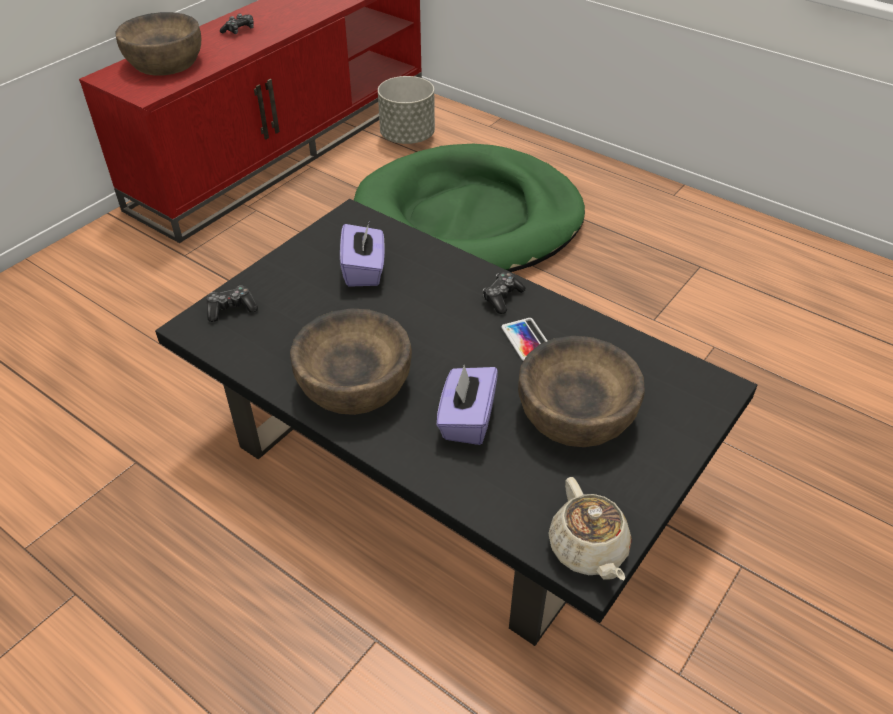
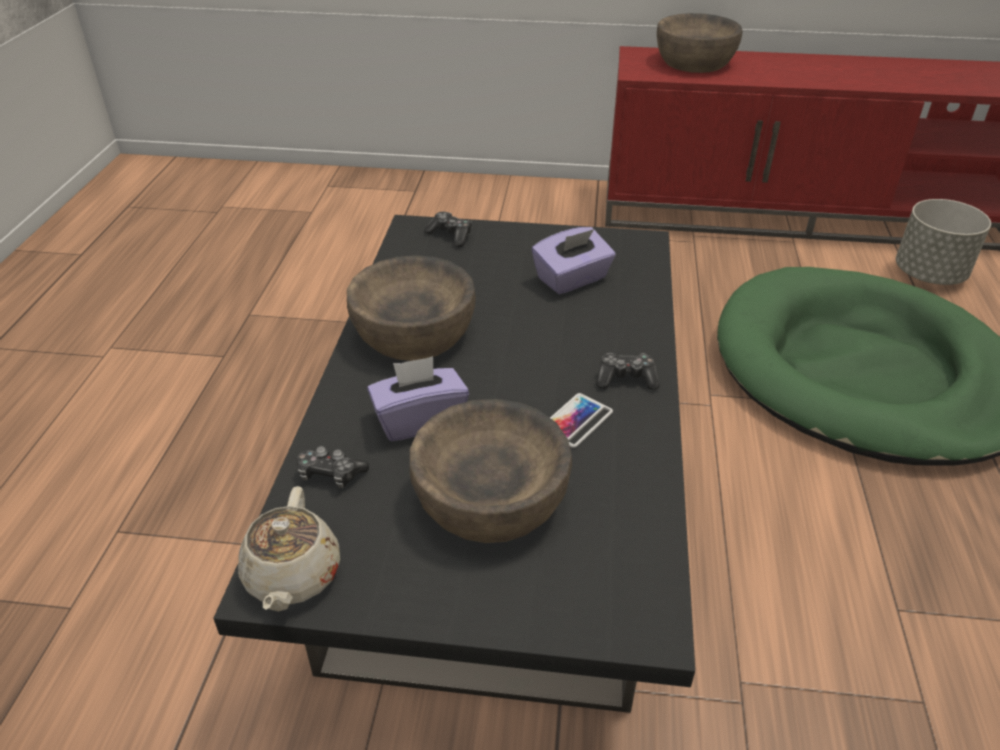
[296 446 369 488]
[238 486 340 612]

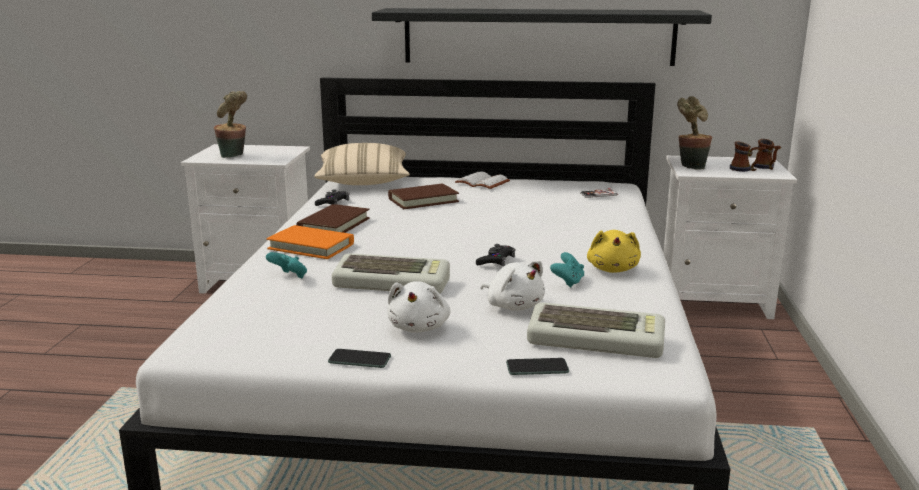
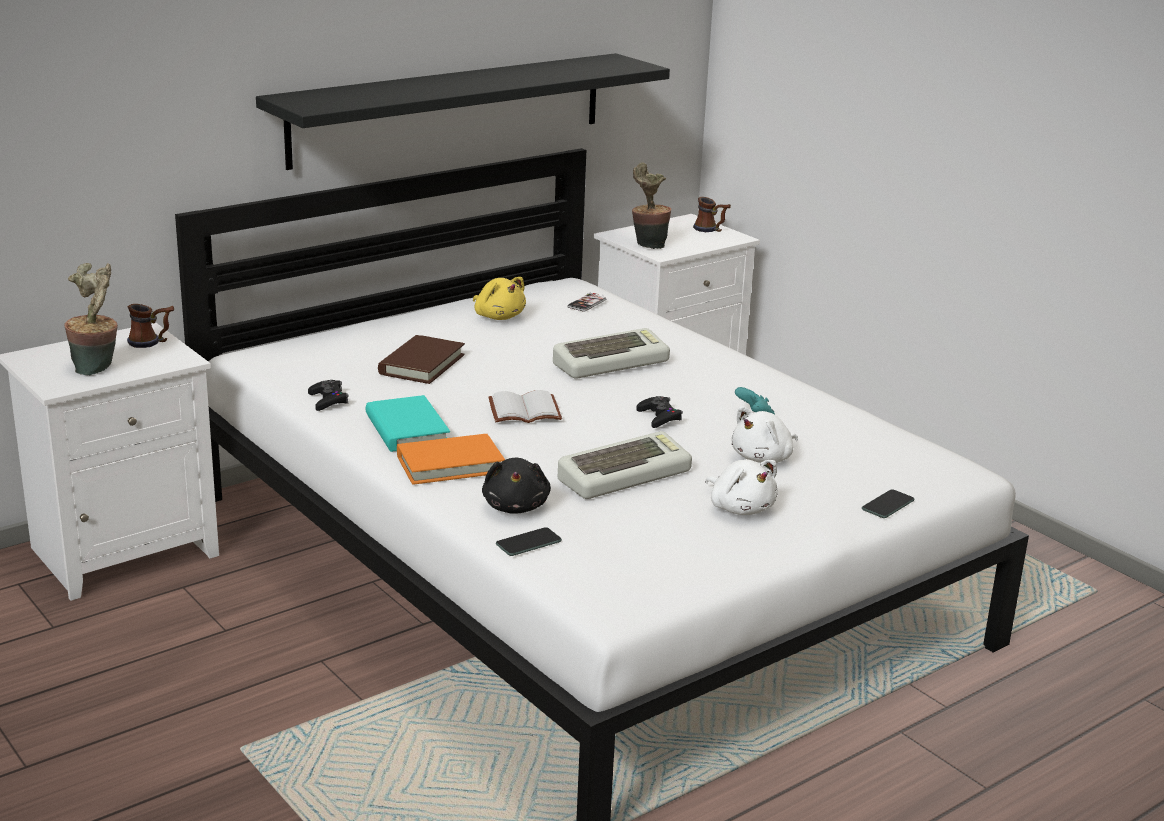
[314 143 410 185] (first image)
[496 527 562 556]
[488 390 562 423]
[553 328 670 379]
[473 277 526 320]
[127 304 174 348]
[482 457 551 514]
[366 395 450 452]
[731 406 798 463]

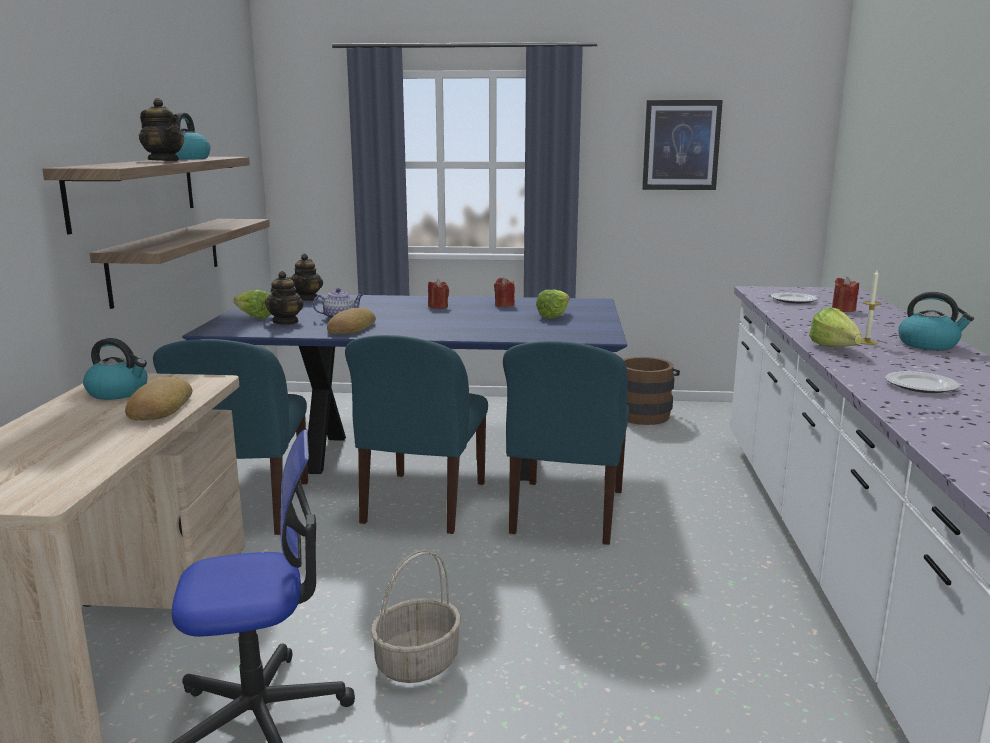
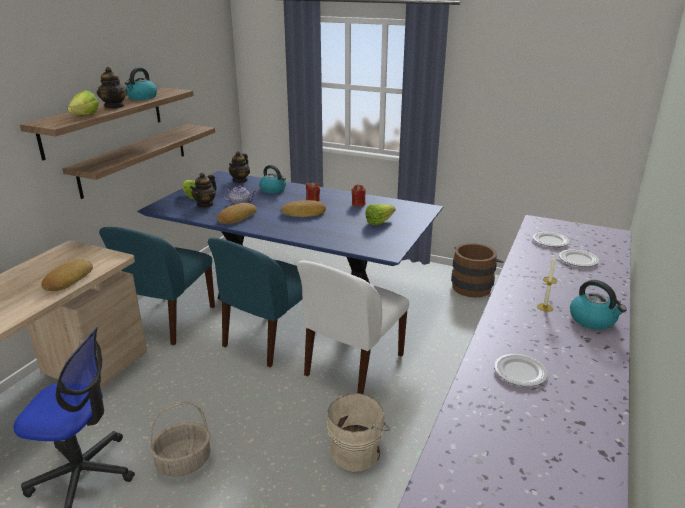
[642 100 723 190] (first image)
[281 200 326 217]
[327 393 390 472]
[259 165 286 193]
[68 90 99 115]
[559 249 599 267]
[297 260 409 394]

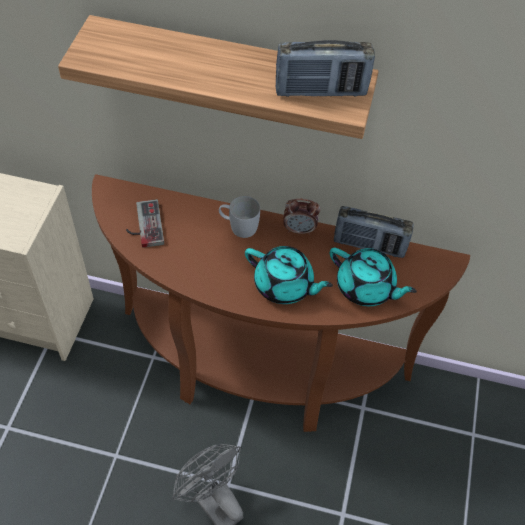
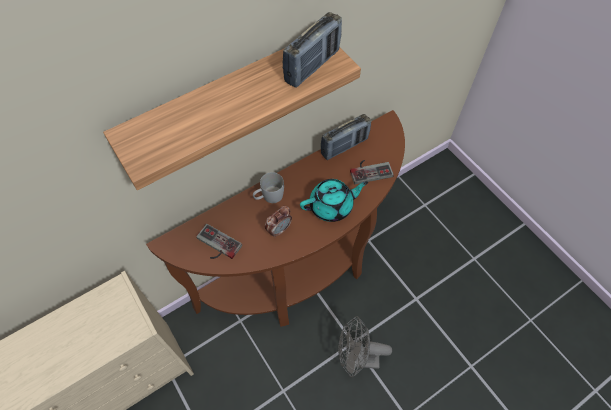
[265 206 292 238]
[350 160 394 184]

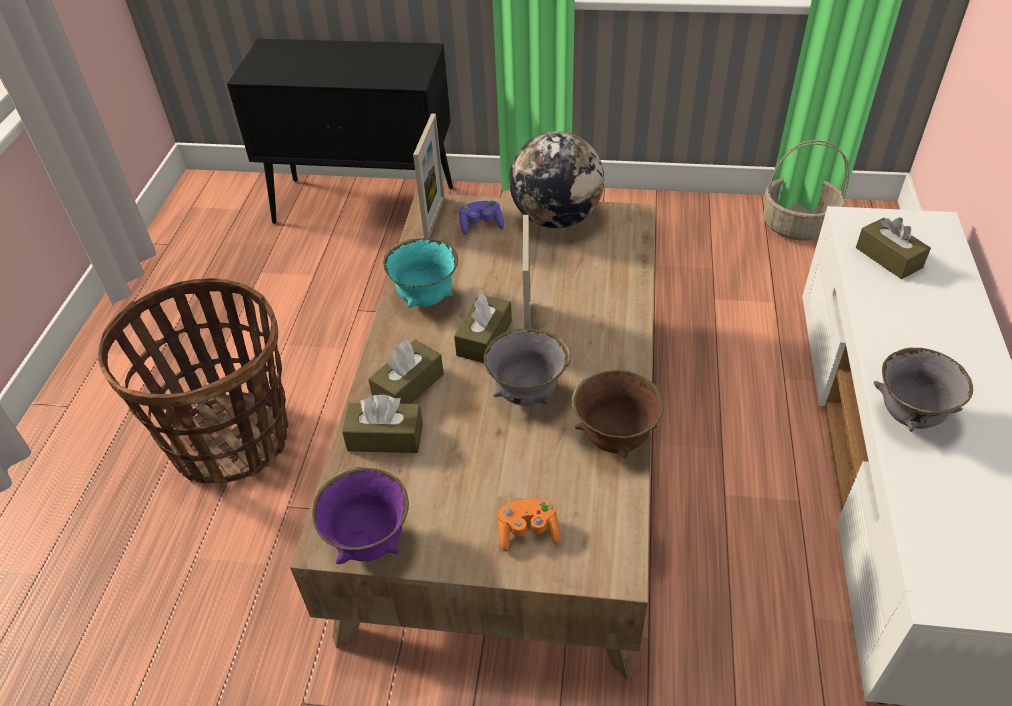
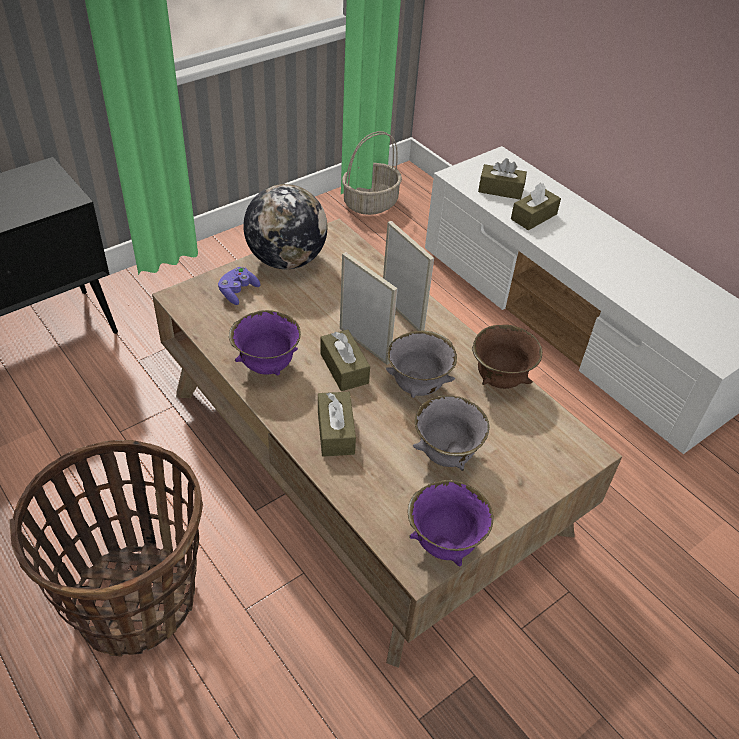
[497 499 560 551] (first image)
[511 183 561 230]
[383 221 434 331]
[413 395 490 471]
[229 310 301 375]

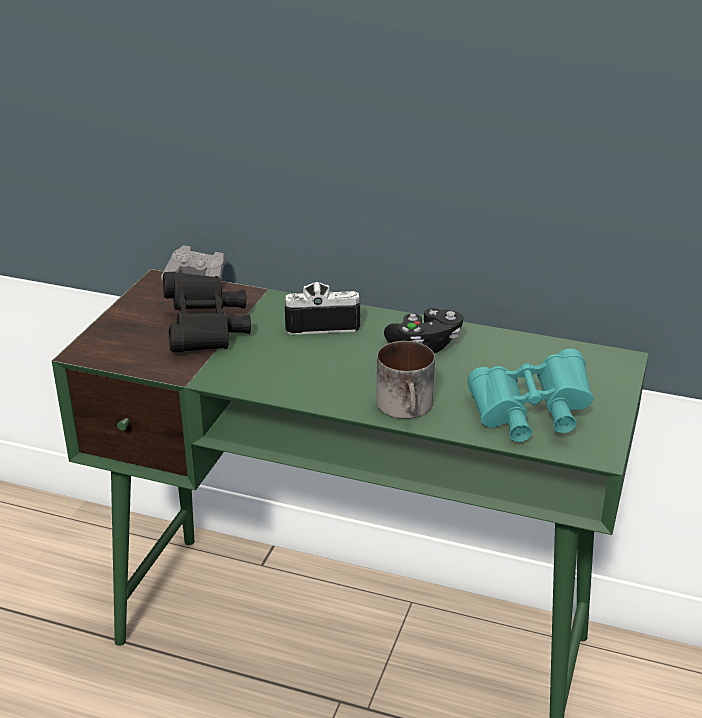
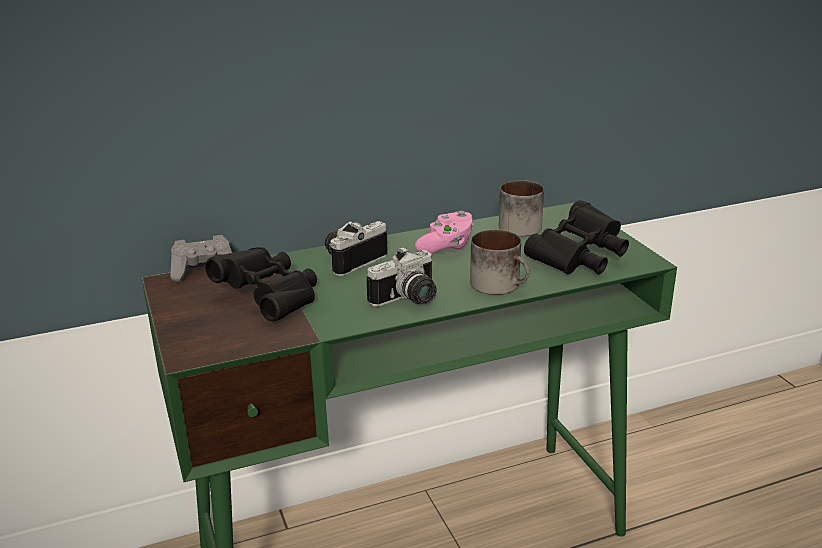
[366 246 437 307]
[499 180 544 236]
[415 211 474 253]
[524 200 629 275]

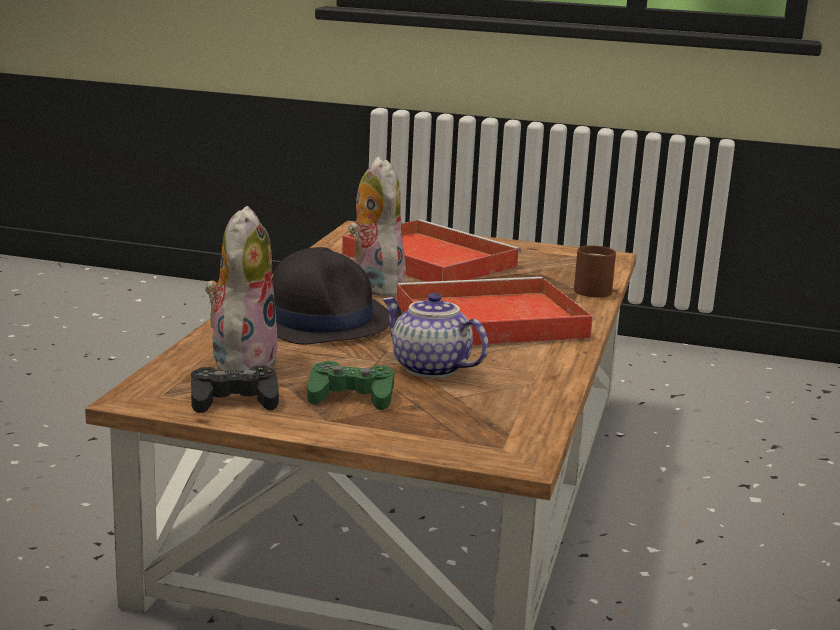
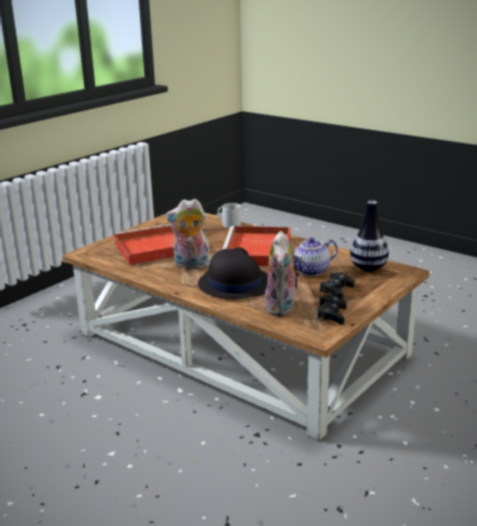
[350 201 389 272]
[319 272 355 300]
[217 203 241 228]
[264 231 301 316]

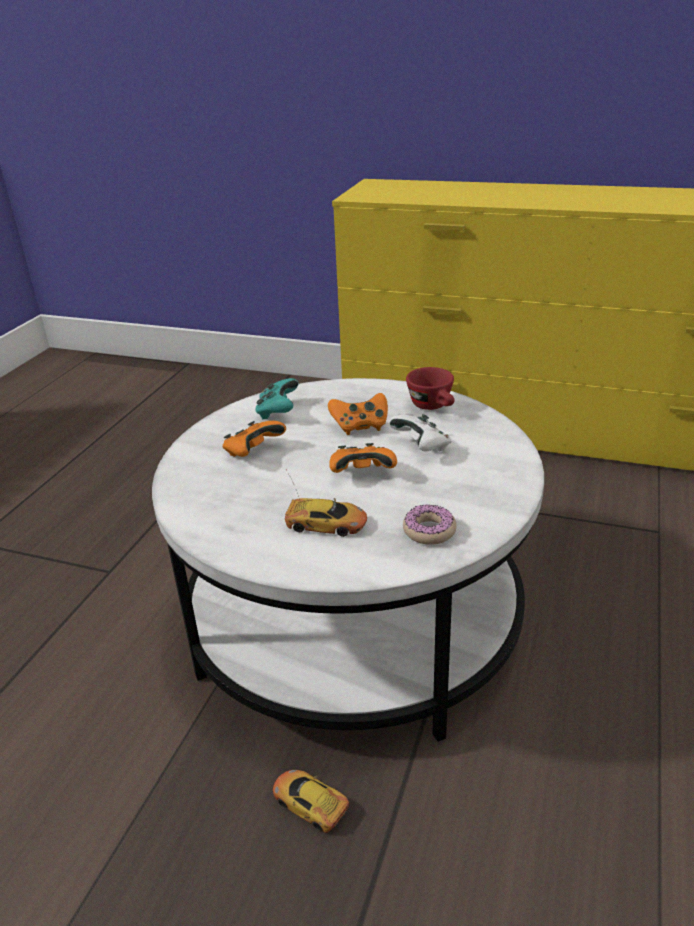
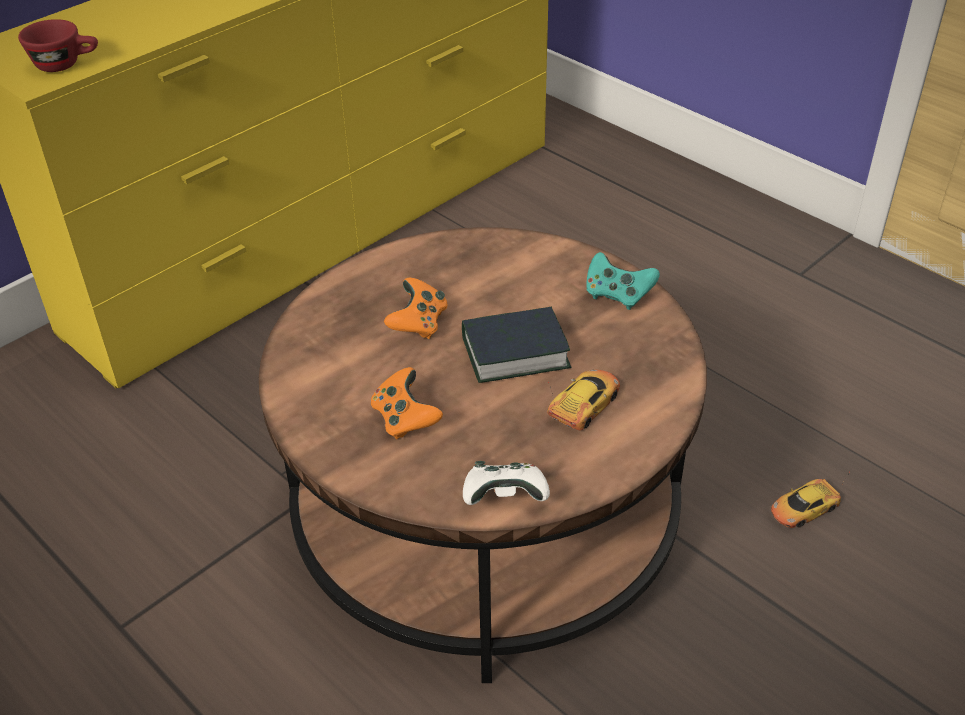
[403 504 456 545] (first image)
[587 252 660 310]
[771 472 850 528]
[463 461 550 505]
[18 19 98 72]
[462 307 571 383]
[259 227 707 683]

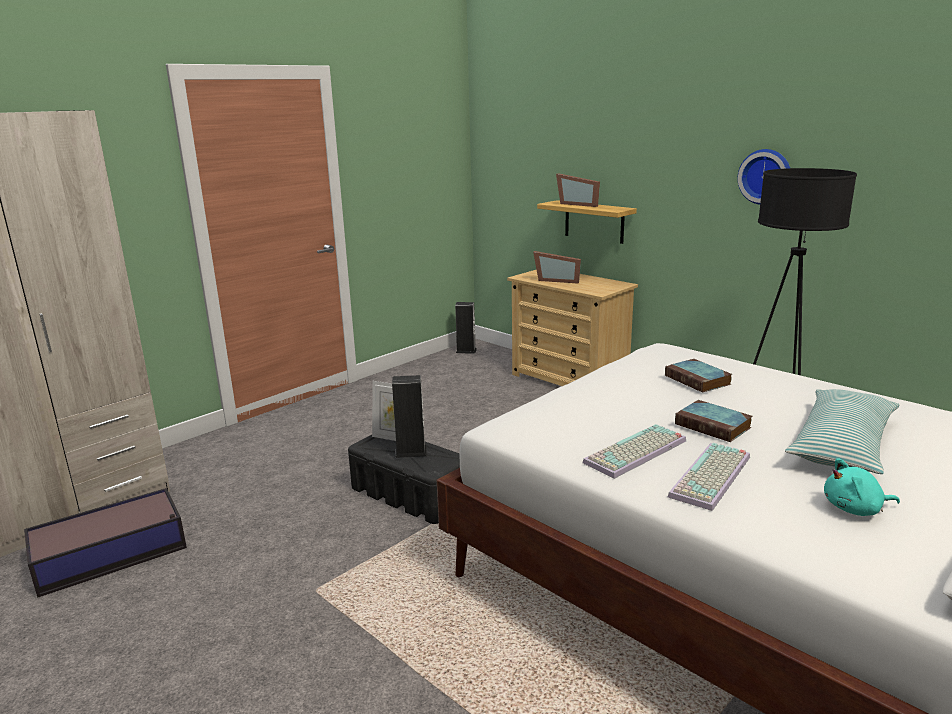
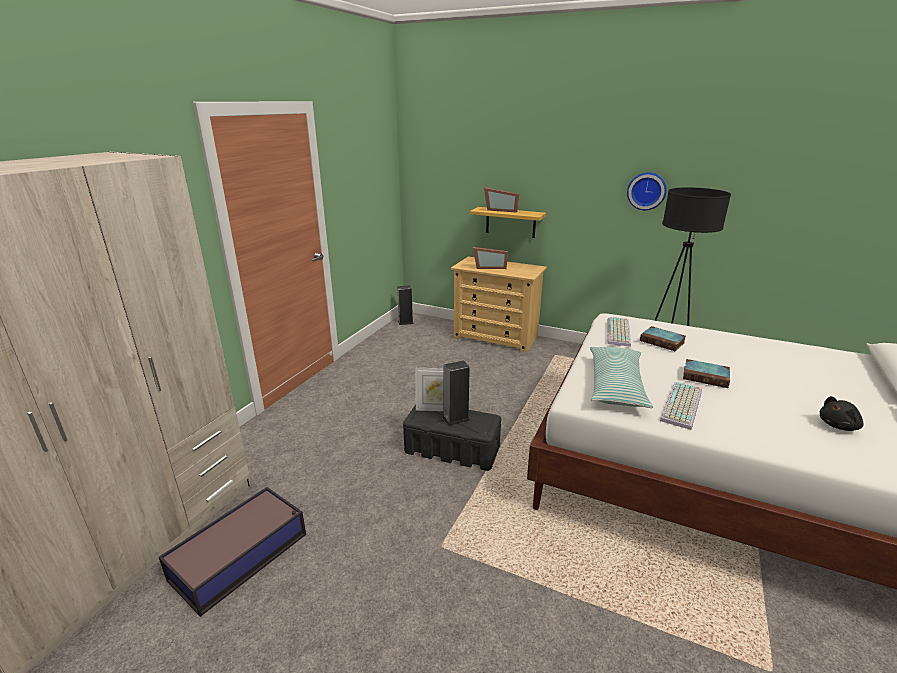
[607 317 631 347]
[590 347 653 408]
[820 396 864 431]

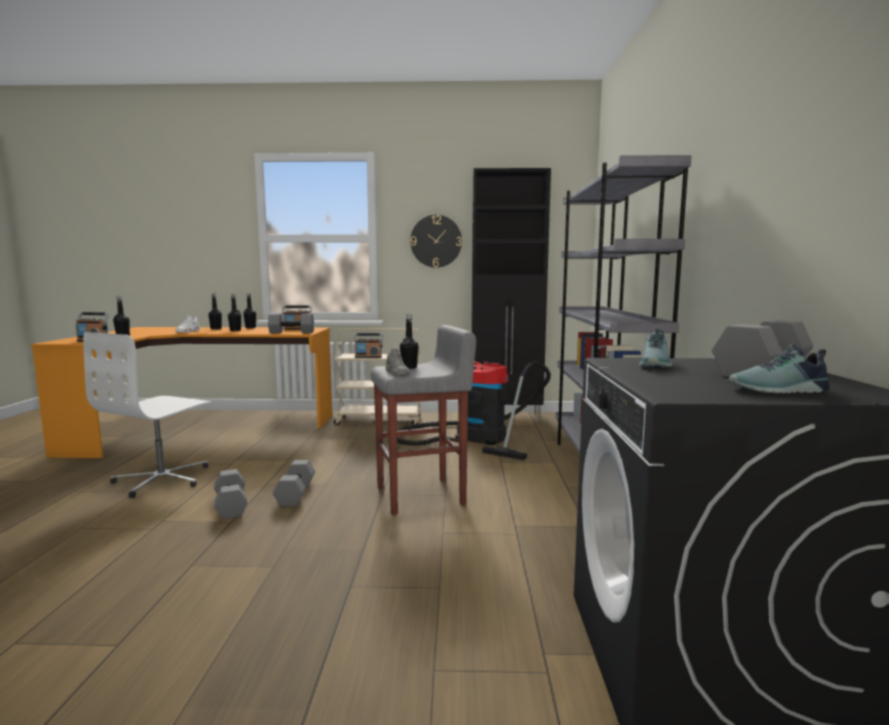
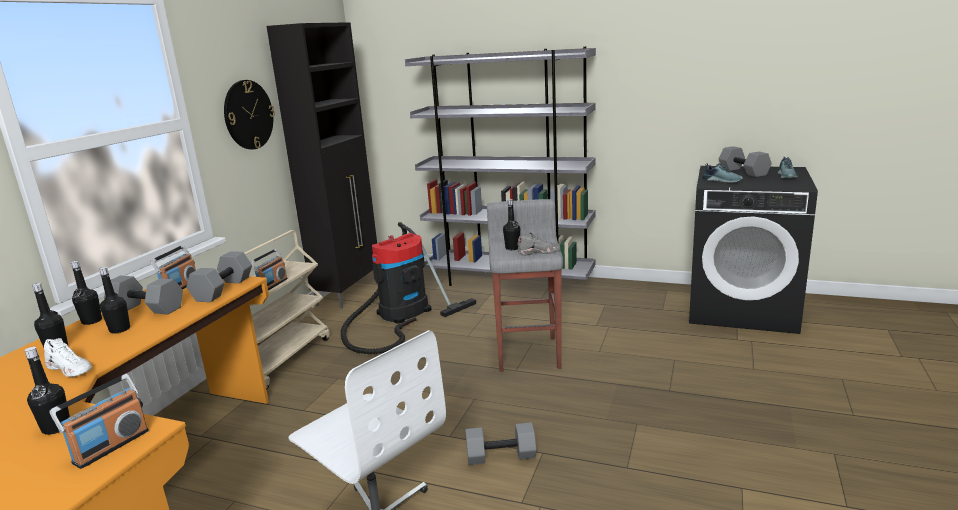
[104 276 183 315]

